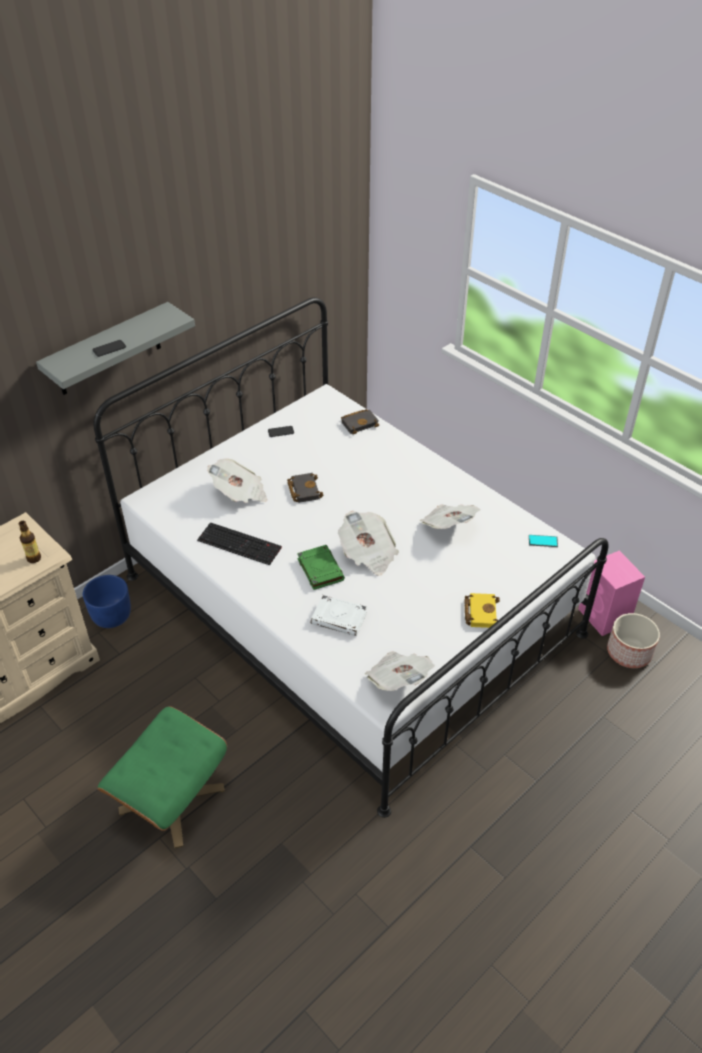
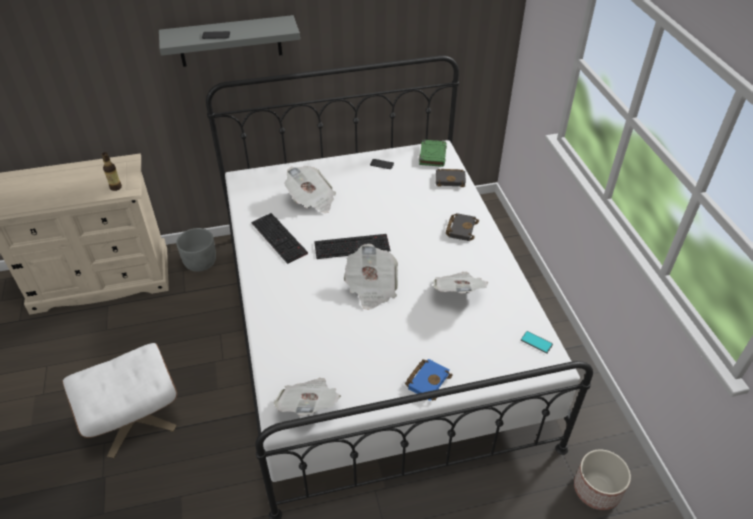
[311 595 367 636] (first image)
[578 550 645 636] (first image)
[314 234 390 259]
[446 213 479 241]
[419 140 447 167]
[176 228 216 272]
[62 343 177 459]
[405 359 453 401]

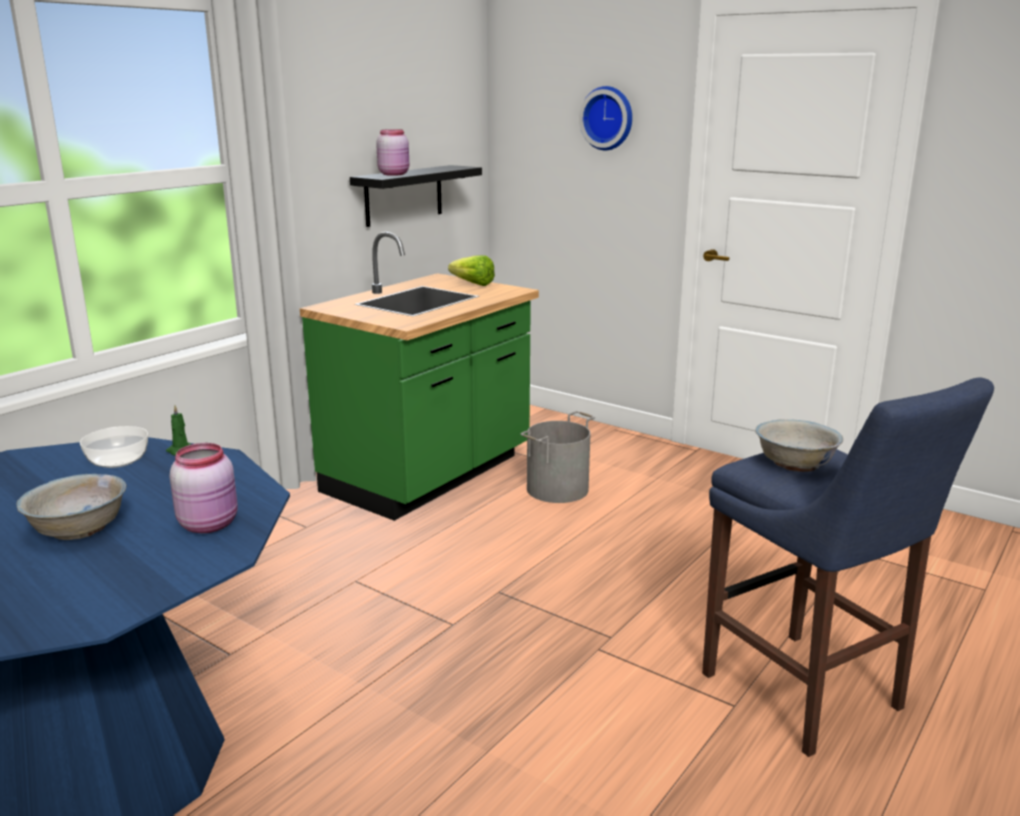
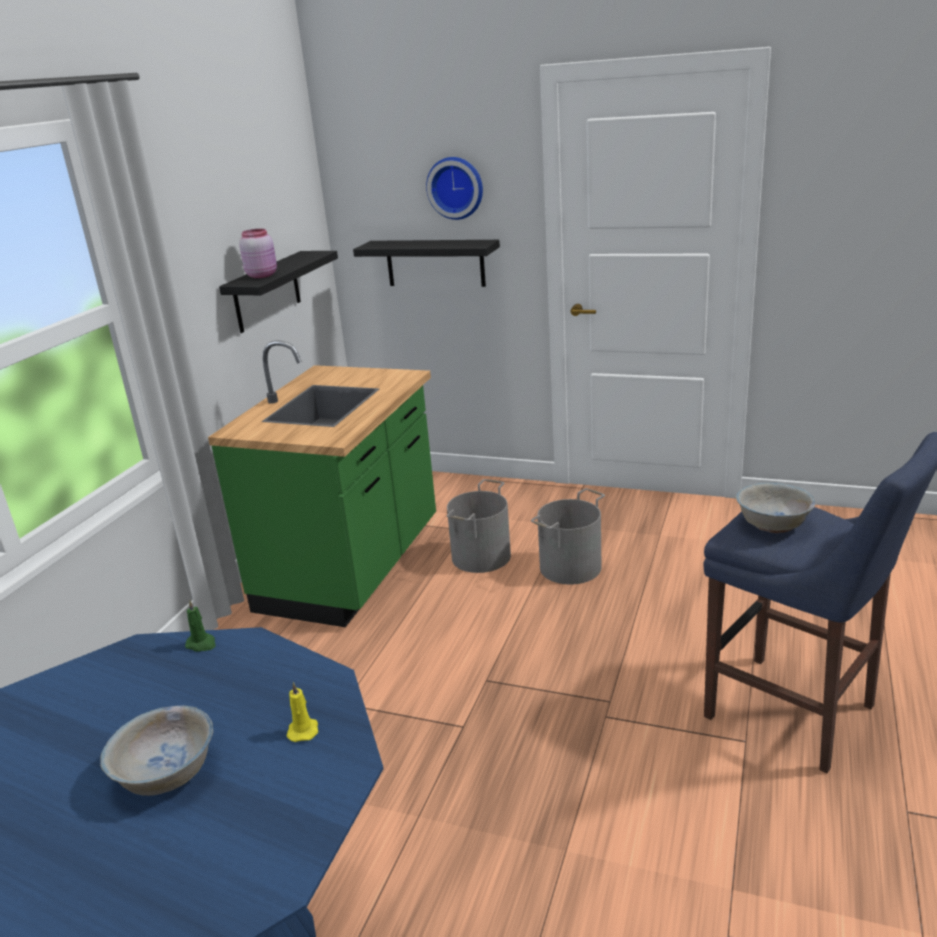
[80 426 148 468] (first image)
[448 255 495 286] (first image)
[353 240 500 287]
[531 488 605 584]
[287 682 318 742]

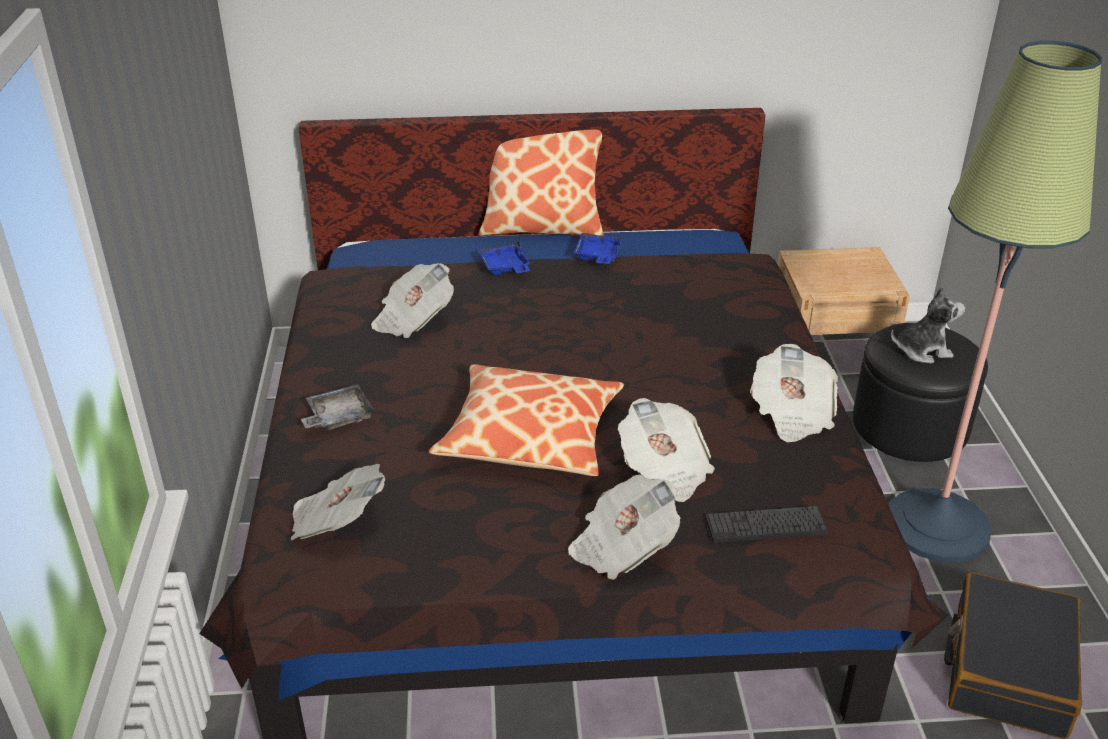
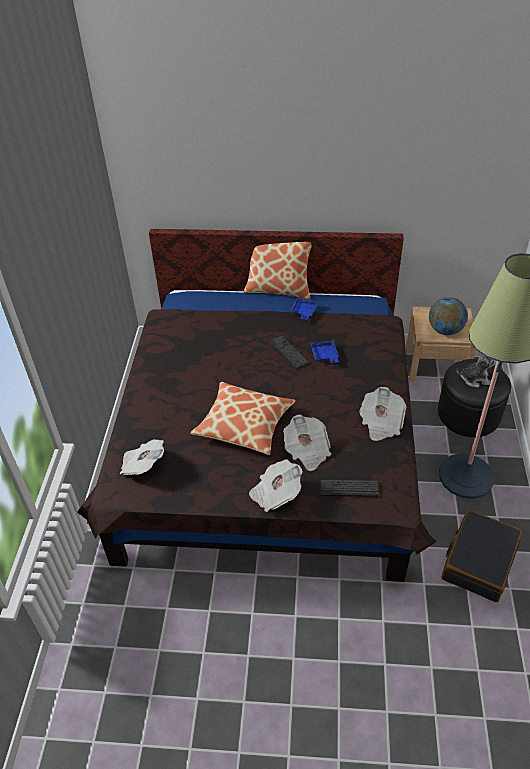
[301 384 375 430] (first image)
[371 263 454 338] (first image)
[270 336 309 370]
[429 297 468 335]
[310 339 339 363]

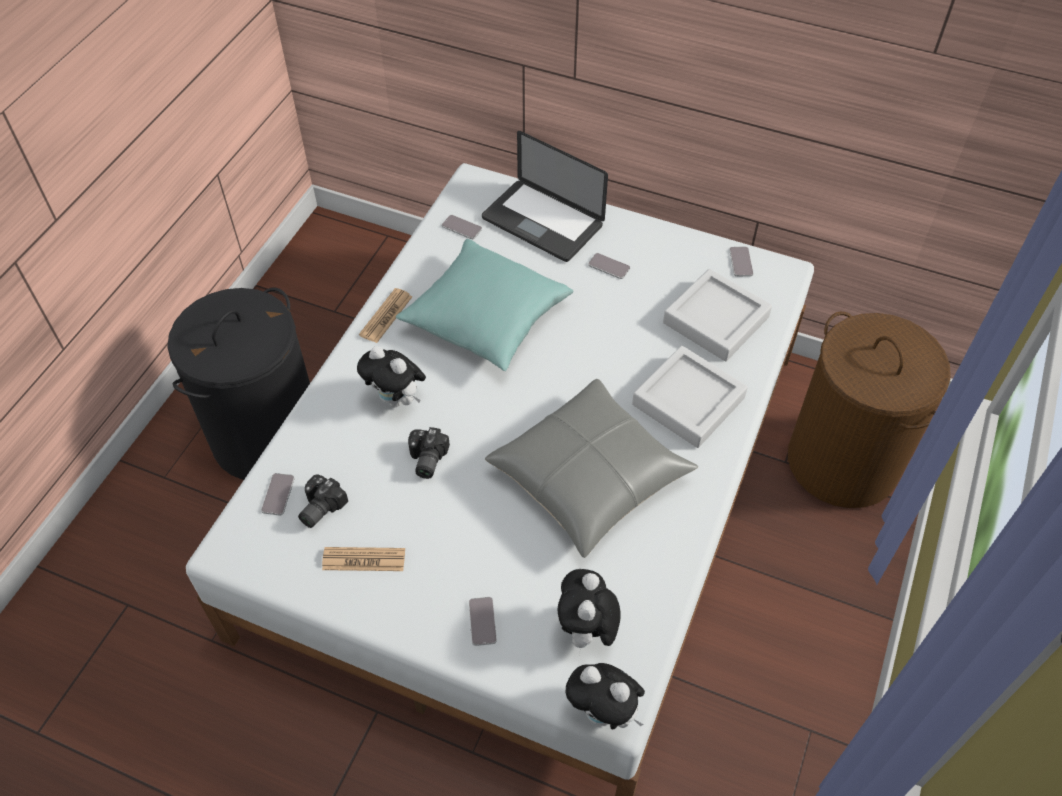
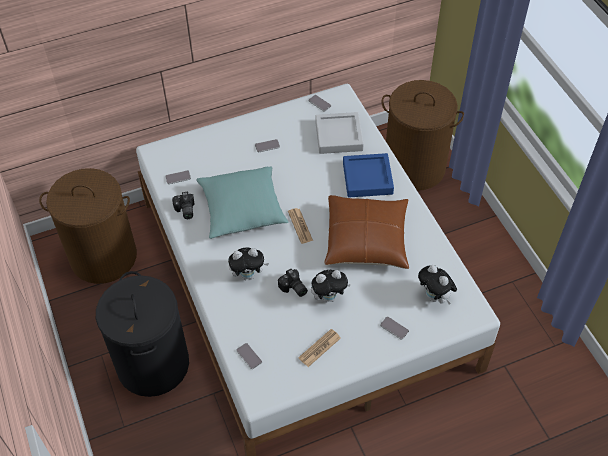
[482 131 608 262] (first image)
[39 168 137 284]
[172 192 195 219]
[288 208 313 244]
[311 270 351 303]
[324 195 409 269]
[343 153 394 197]

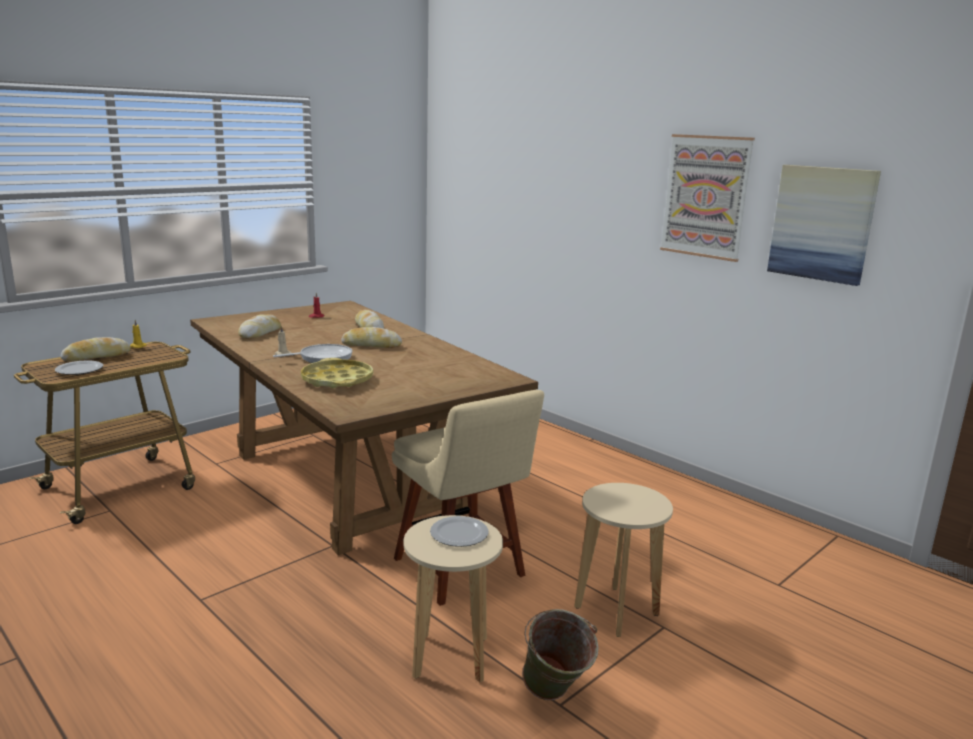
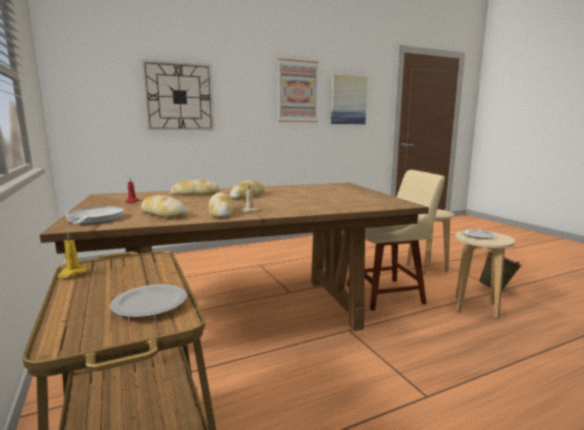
[301 358 373 388] (first image)
[141 59 214 131]
[209 192 234 218]
[65 206 124 224]

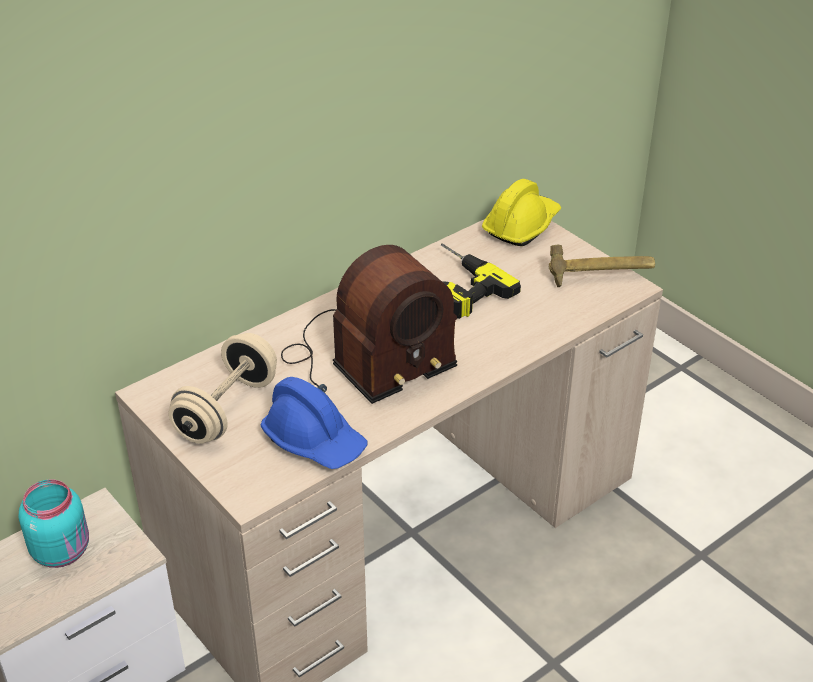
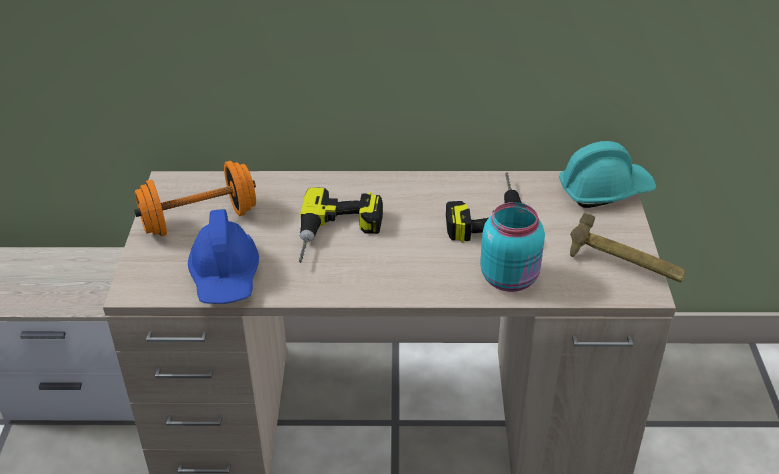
[480 202 545 292]
[298 187 383 263]
[134 161 256 236]
[559 141 656 208]

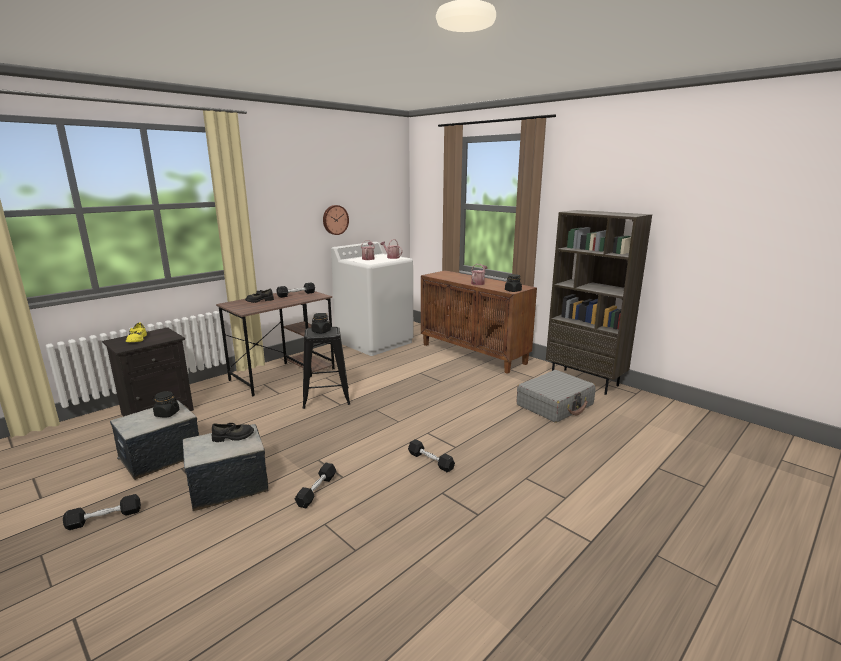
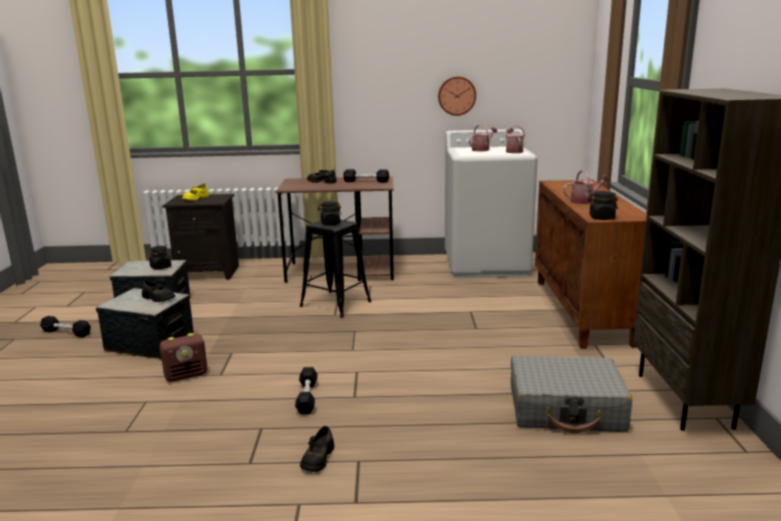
[300 426 334 472]
[160 333 208 382]

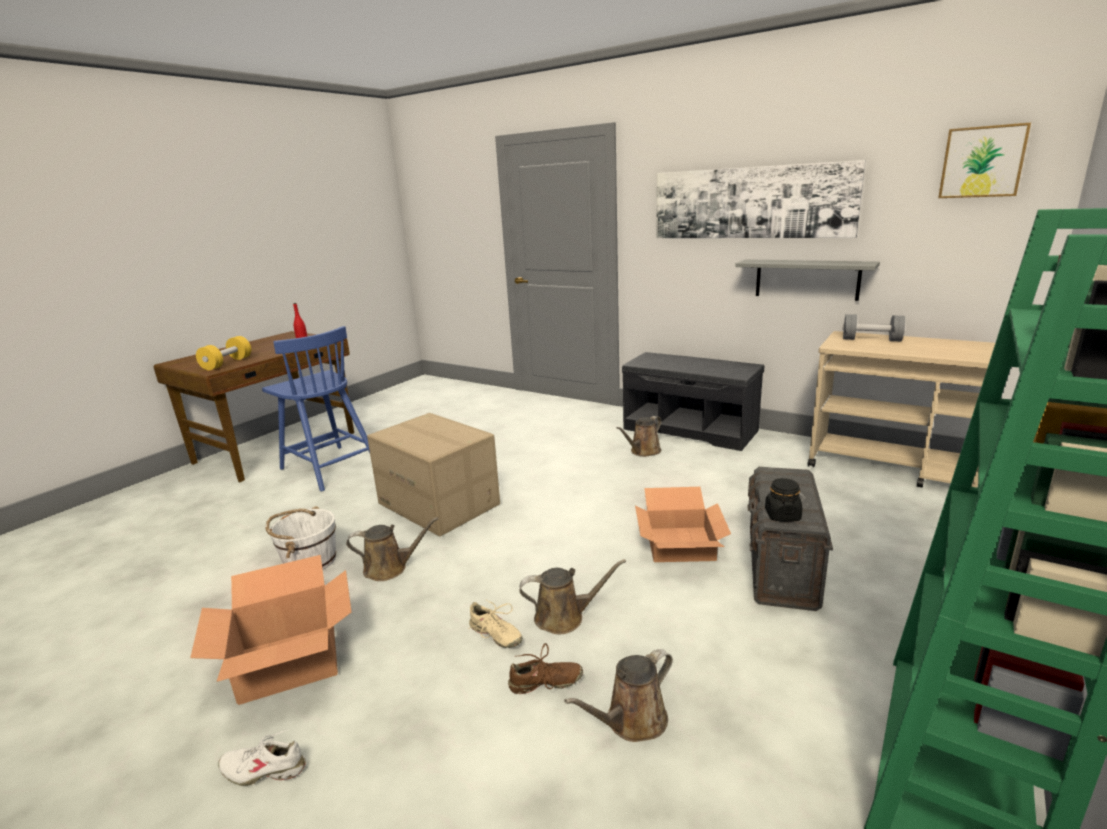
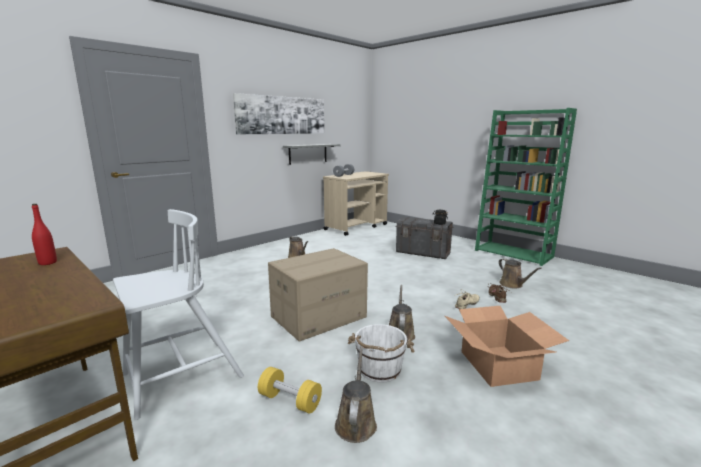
[218 730 306 786] (first image)
[622 352 764 451] (first image)
[635 487 731 562] (first image)
[938 123 1031 198] (first image)
[258 367 322 414]
[335 346 377 443]
[113 209 244 420]

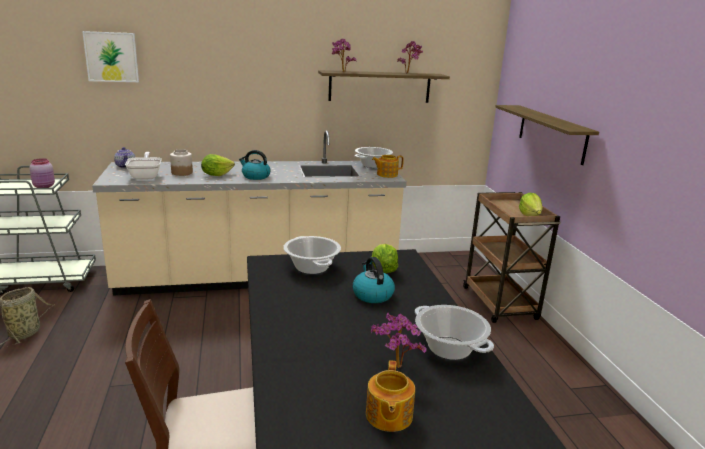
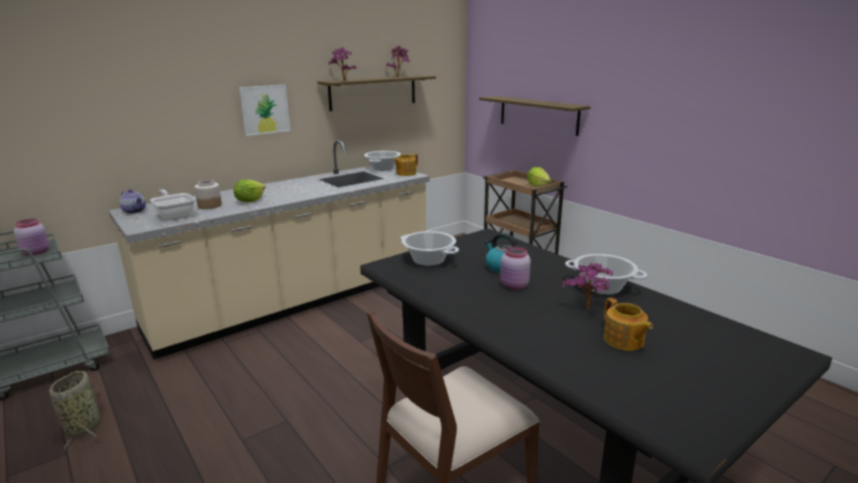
[239 150 270 180] (first image)
[372 244 398 273] (first image)
[500 246 531 290]
[239 85 290 136]

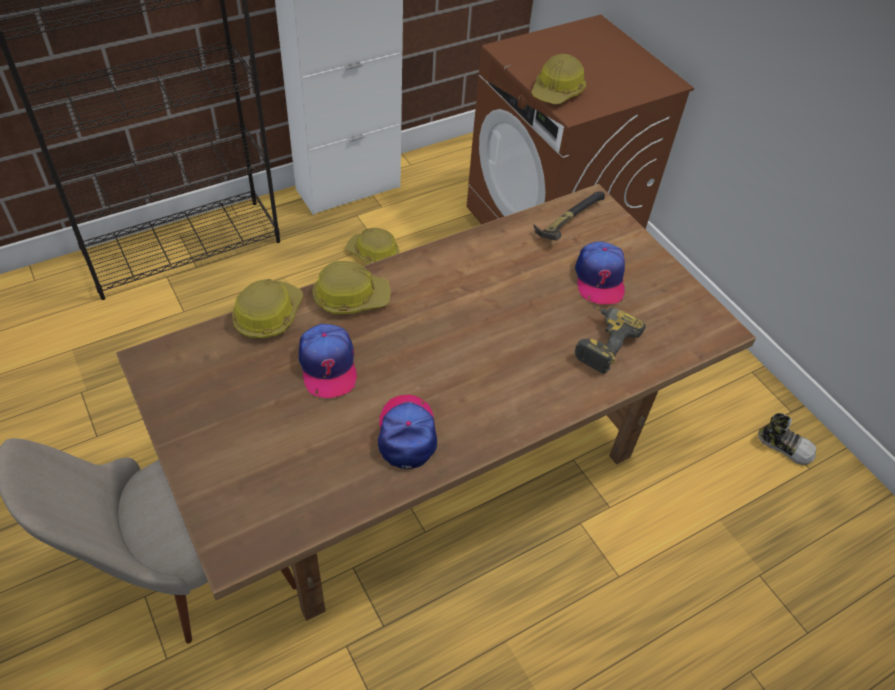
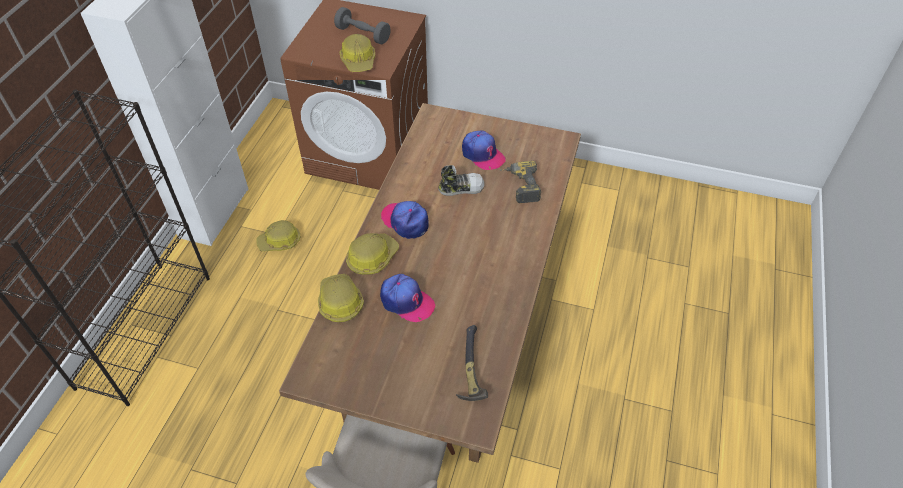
[334 7 391 44]
[381 201 429 239]
[456 325 488 401]
[438 165 484 196]

